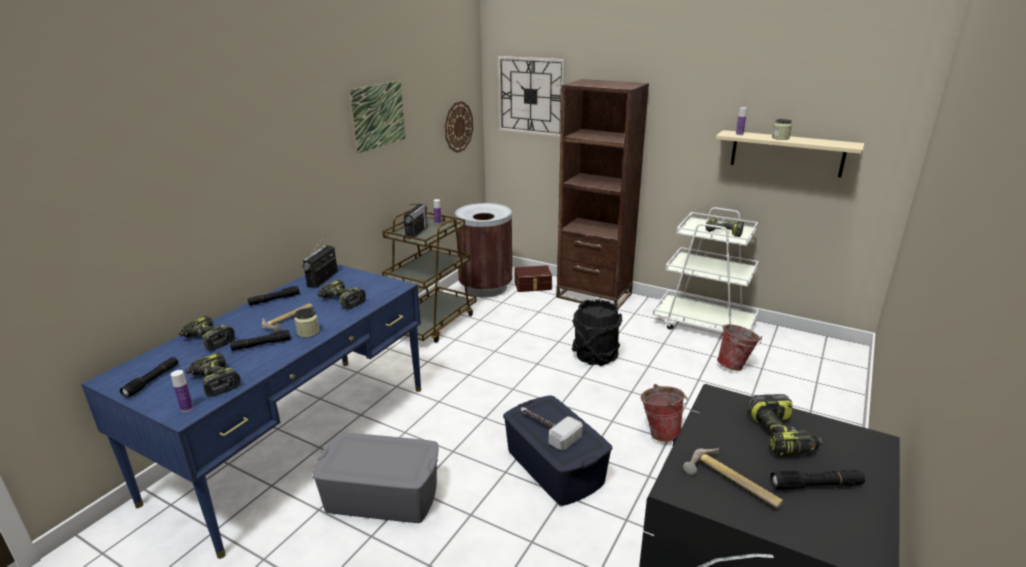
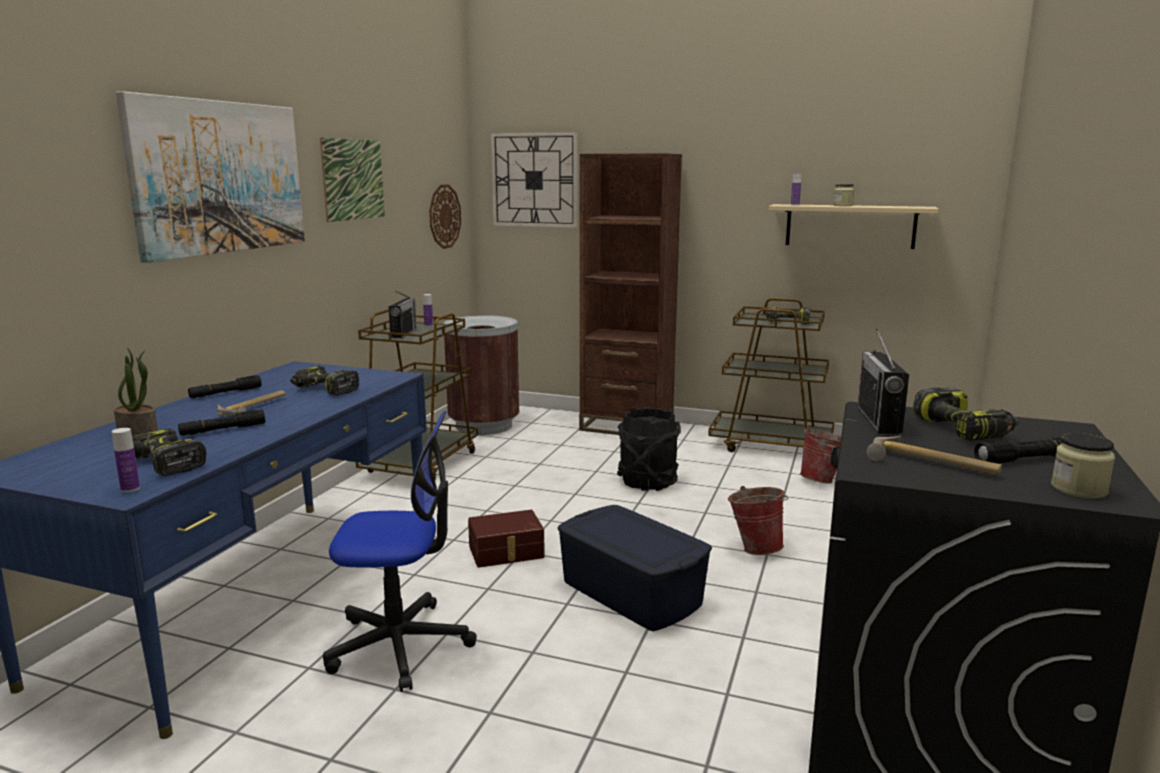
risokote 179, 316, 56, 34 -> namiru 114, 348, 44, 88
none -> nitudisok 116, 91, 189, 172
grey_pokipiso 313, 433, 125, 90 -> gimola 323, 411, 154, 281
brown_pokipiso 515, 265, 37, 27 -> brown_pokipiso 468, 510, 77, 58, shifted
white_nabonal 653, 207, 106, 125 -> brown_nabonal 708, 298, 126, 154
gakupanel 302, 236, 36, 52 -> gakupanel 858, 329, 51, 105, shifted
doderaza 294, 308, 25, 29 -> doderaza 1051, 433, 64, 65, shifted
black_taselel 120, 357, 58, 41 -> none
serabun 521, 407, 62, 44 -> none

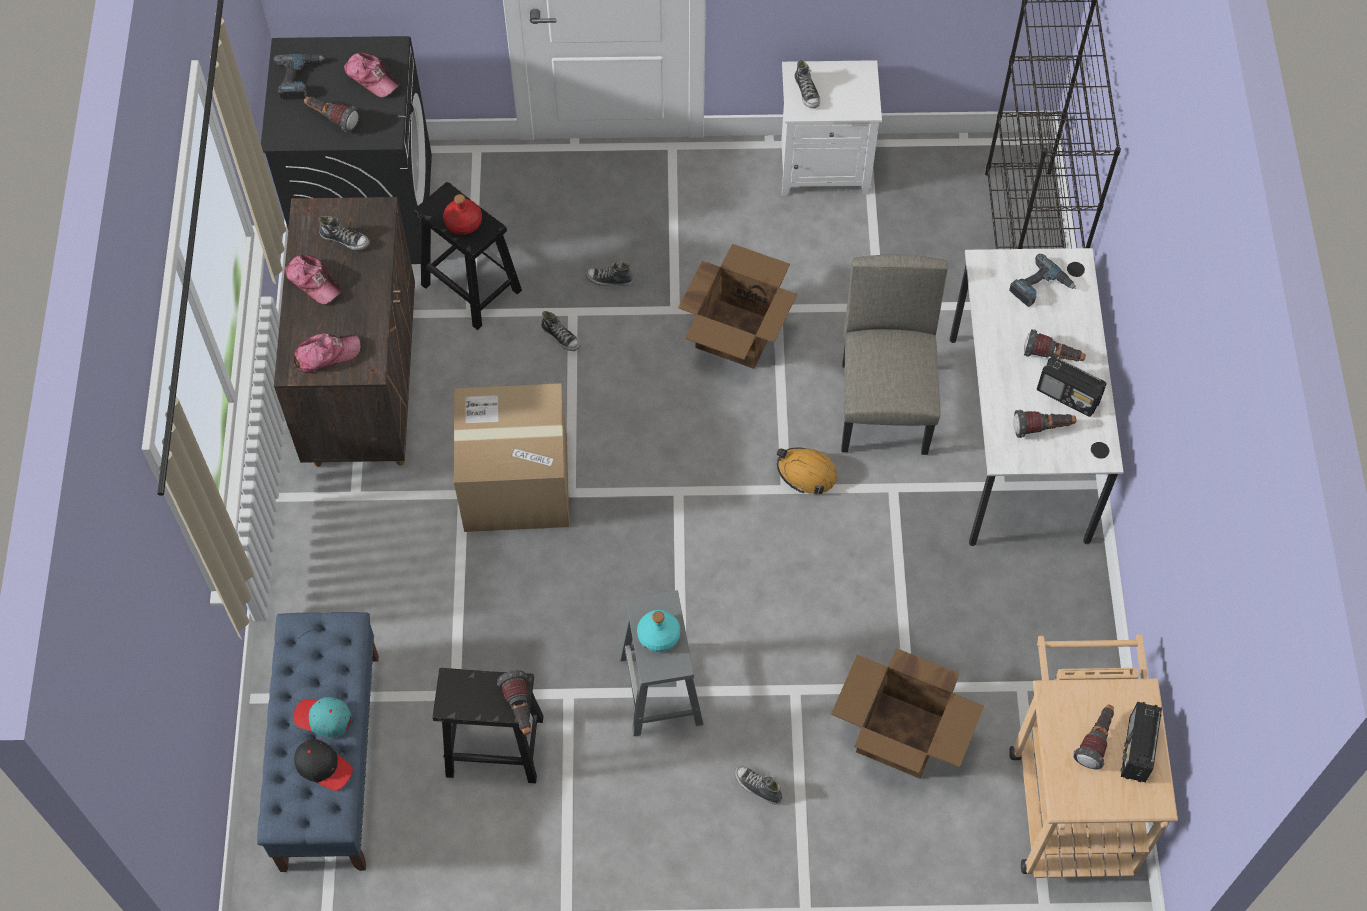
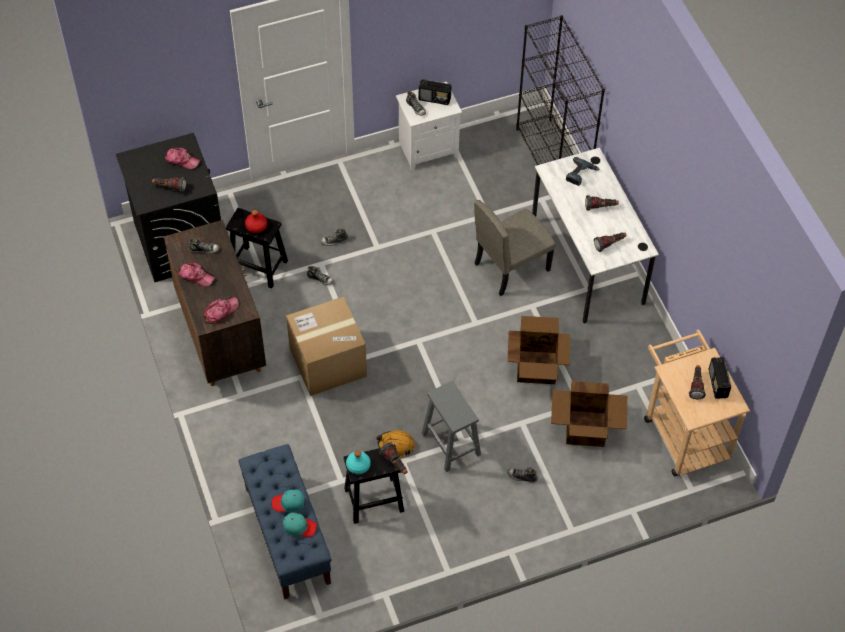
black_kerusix 294, 739, 59, 52 -> turquoise_kerusix 283, 513, 34, 24
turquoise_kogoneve 637, 610, 43, 42 -> turquoise_kogoneve 346, 450, 25, 25, shifted
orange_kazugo 777, 448, 60, 46 -> orange_kazugo 376, 430, 39, 26, shifted
gakupanel 1037, 356, 70, 61 -> gakupanel 419, 79, 32, 26, shifted
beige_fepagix 841, 254, 107, 201 -> beige_fepagix 474, 200, 82, 96, 105 degrees counterclockwise
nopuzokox 678, 244, 119, 125 -> nopuzokox 507, 316, 63, 68, shifted
risokote 274, 54, 51, 46 -> none

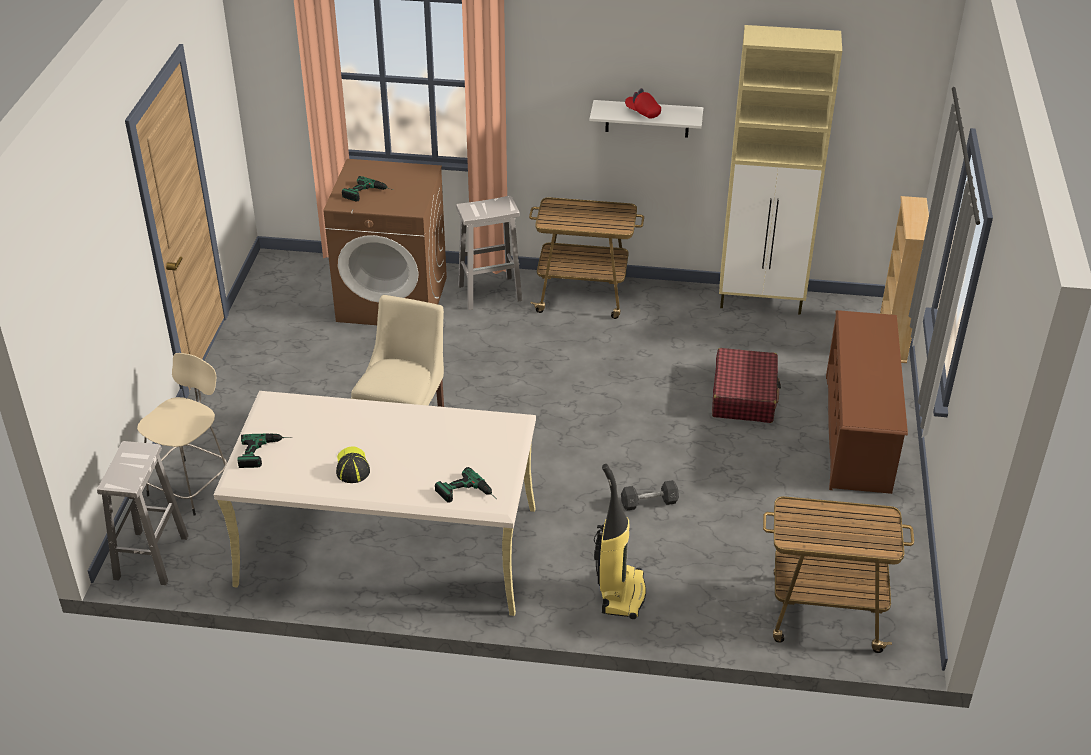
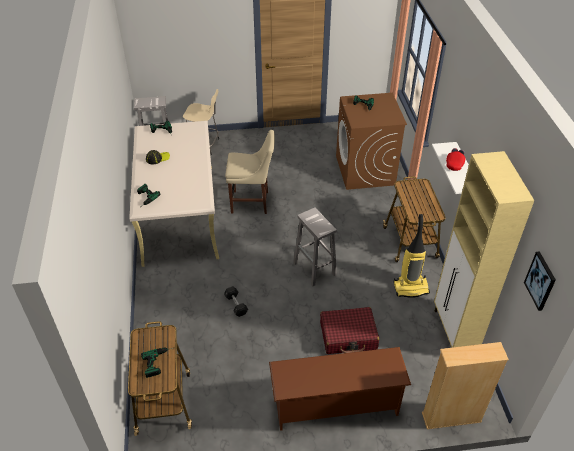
none -> risokote 141, 348, 31, 30
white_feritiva 456, 196, 66, 114 -> white_feritiva 293, 208, 44, 78, shifted
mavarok 594, 464, 52, 155 -> mavarok 394, 214, 36, 84, shifted
none -> nitudisok 524, 251, 32, 60

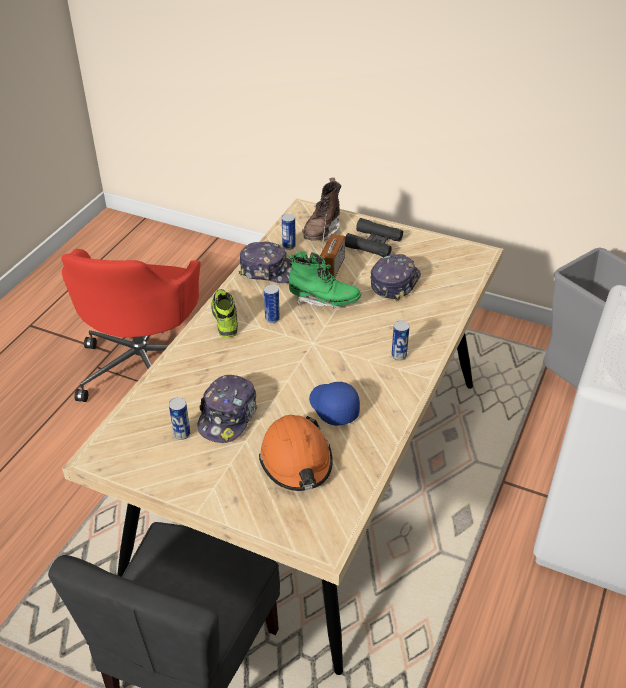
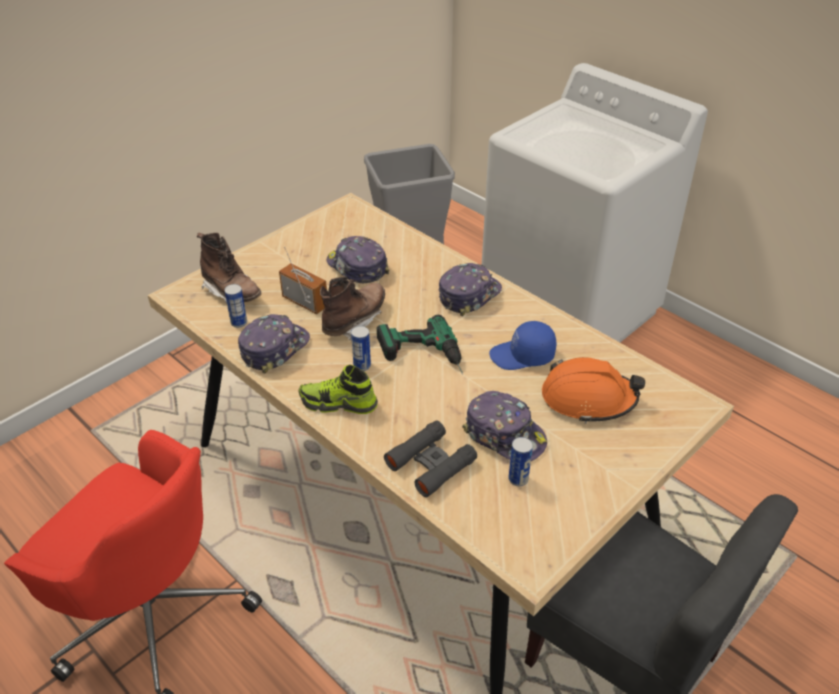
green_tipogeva 288, 251, 73, 58 -> brown_tipogeva 320, 277, 65, 63
none -> risokote 377, 315, 86, 59
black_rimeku 345, 218, 58, 39 -> black_rimeku 384, 420, 93, 77, shifted
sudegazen 391, 320, 19, 41 -> kerusix 439, 263, 63, 53

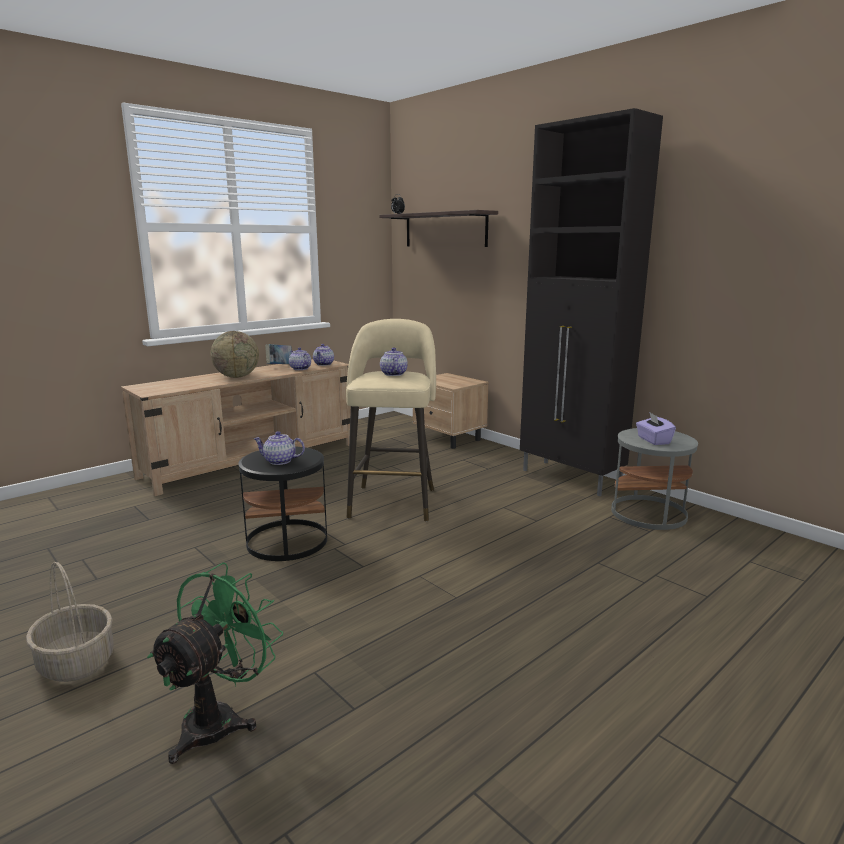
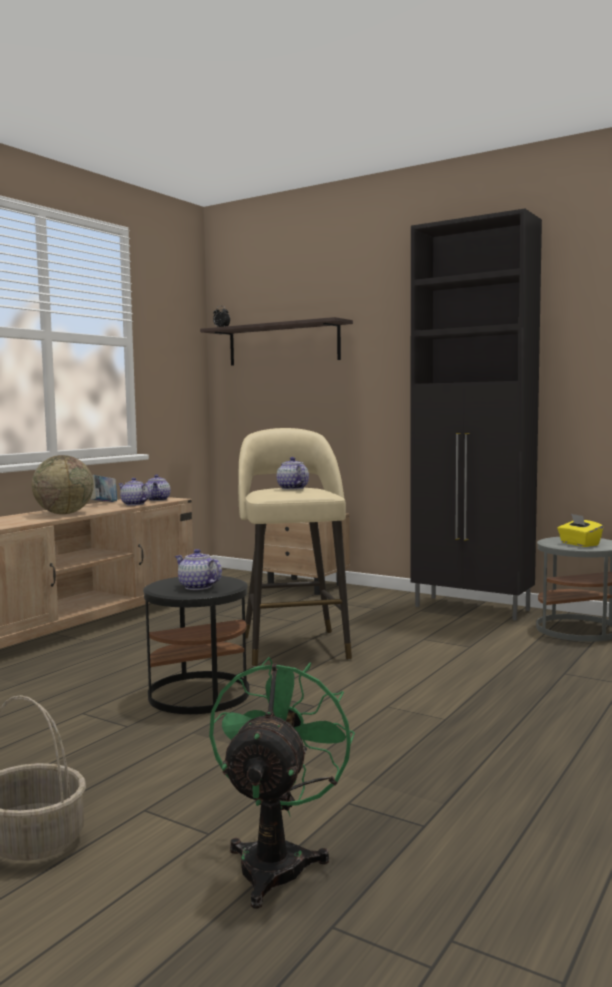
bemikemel 253, 431, 52, 34 -> bemikemel 175, 549, 47, 41, 45 degrees clockwise
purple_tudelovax 636, 412, 40, 33 -> yellow_tudelovax 557, 514, 47, 33

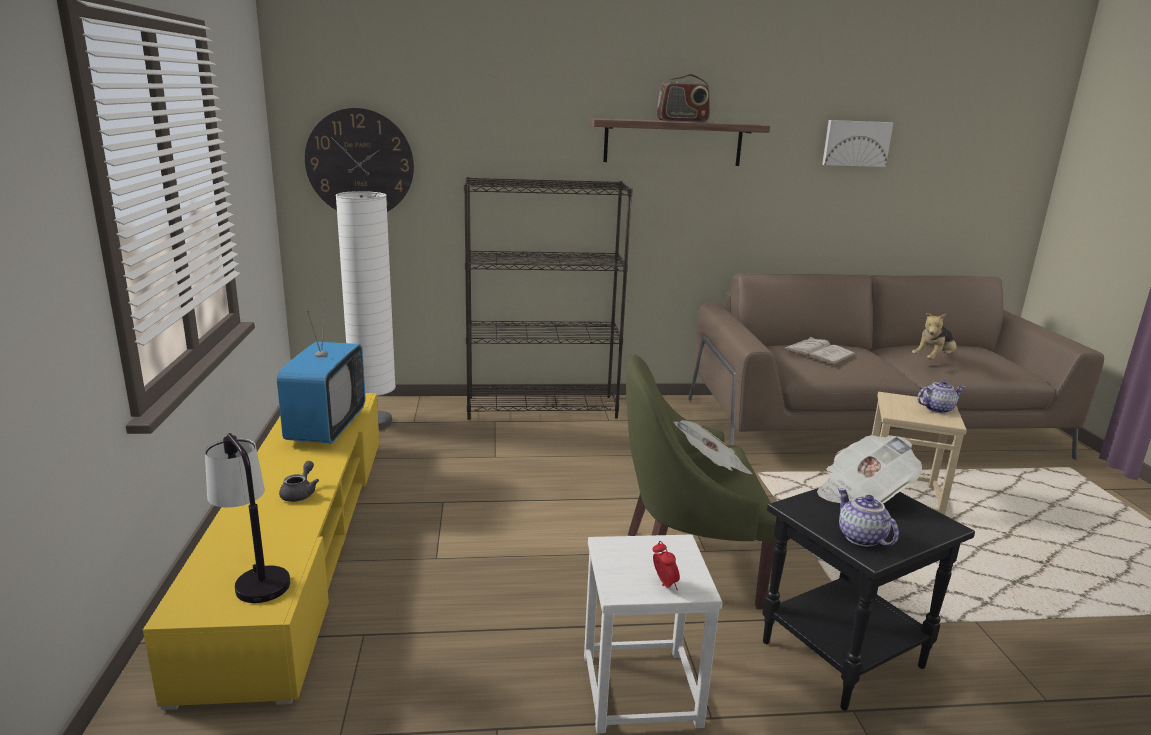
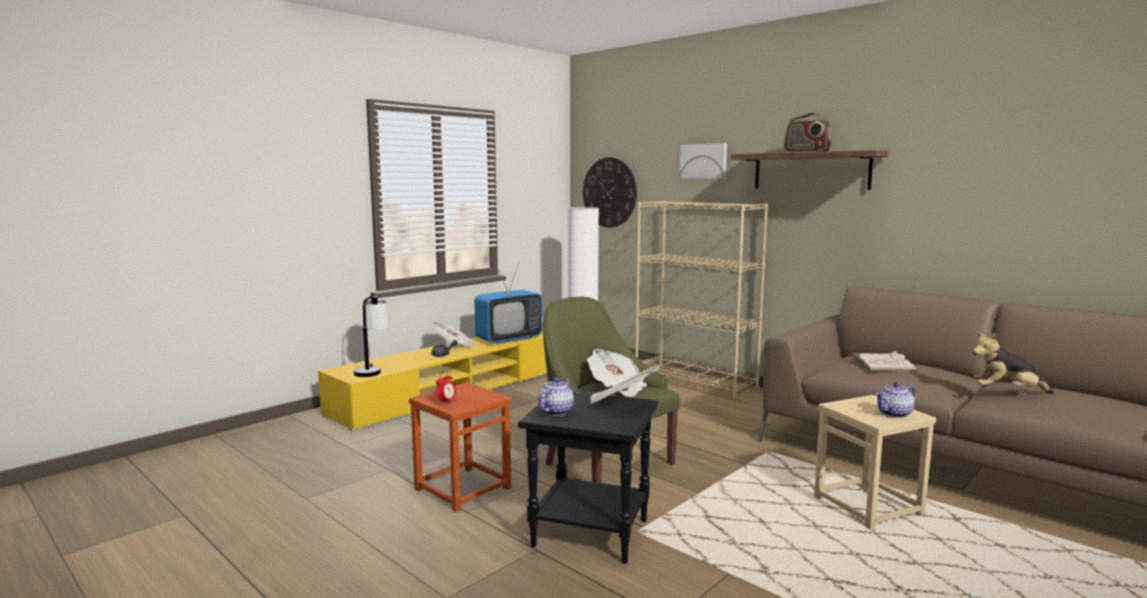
white_feritiva 584, 535, 139, 198 -> brown_feritiva 409, 383, 102, 129
none -> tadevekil 432, 322, 43, 26
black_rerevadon 464, 177, 169, 243 -> beige_rerevadon 635, 201, 133, 197
nitudisok 822, 120, 71, 47 -> nitudisok 680, 143, 47, 35, shifted
bemikemel 917, 380, 48, 34 -> bemikemel 876, 382, 40, 36, 120 degrees clockwise

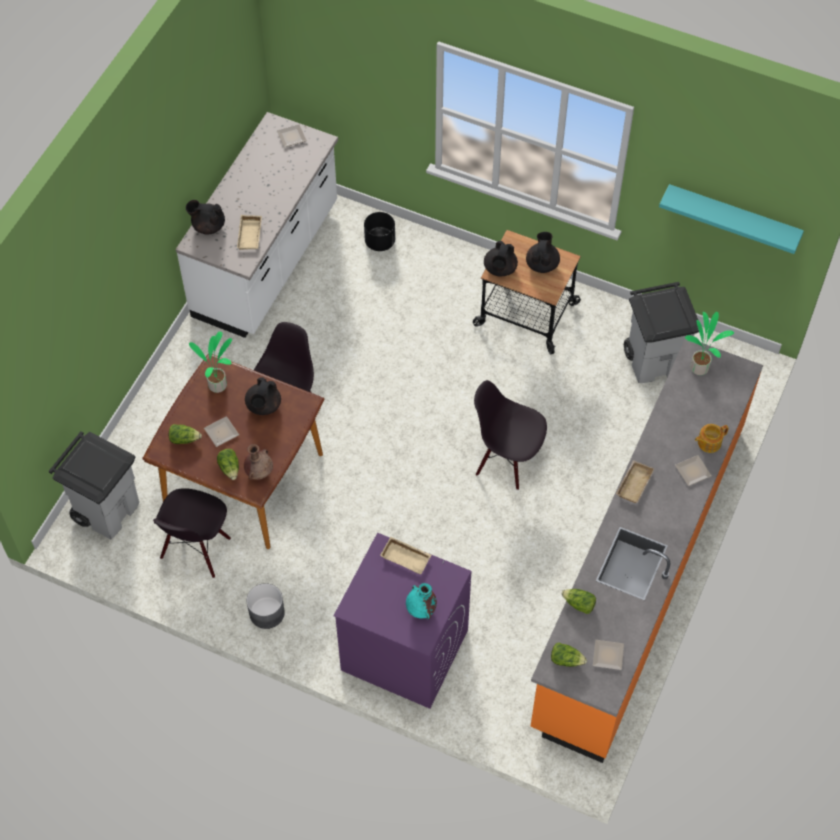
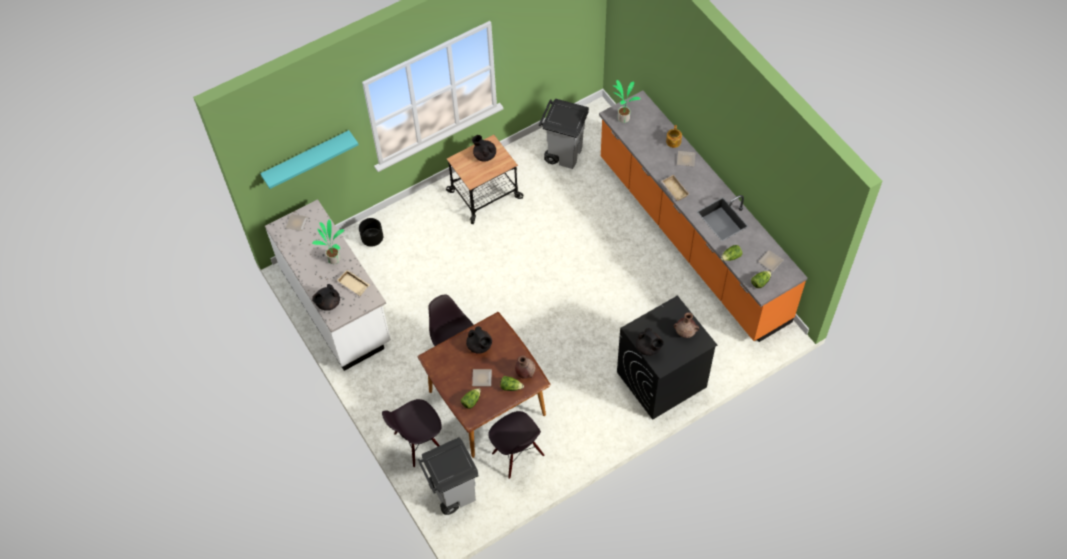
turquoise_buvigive 659, 184, 145, 70 -> turquoise_buvigive 260, 130, 98, 59, shifted
namiru 189, 331, 43, 62 -> namiru 312, 219, 32, 45, shifted
black_fepagix 474, 380, 73, 110 -> black_fepagix 382, 399, 60, 68, shifted
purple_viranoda 334, 533, 137, 176 -> black_viranoda 617, 296, 100, 124
black_bemikemel 484, 241, 34, 36 -> black_bemikemel 636, 328, 28, 28, shifted
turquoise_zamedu 406, 583, 31, 36 -> brown_zamedu 674, 312, 25, 26
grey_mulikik 247, 583, 38, 46 -> none
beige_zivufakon 380, 537, 52, 37 -> none

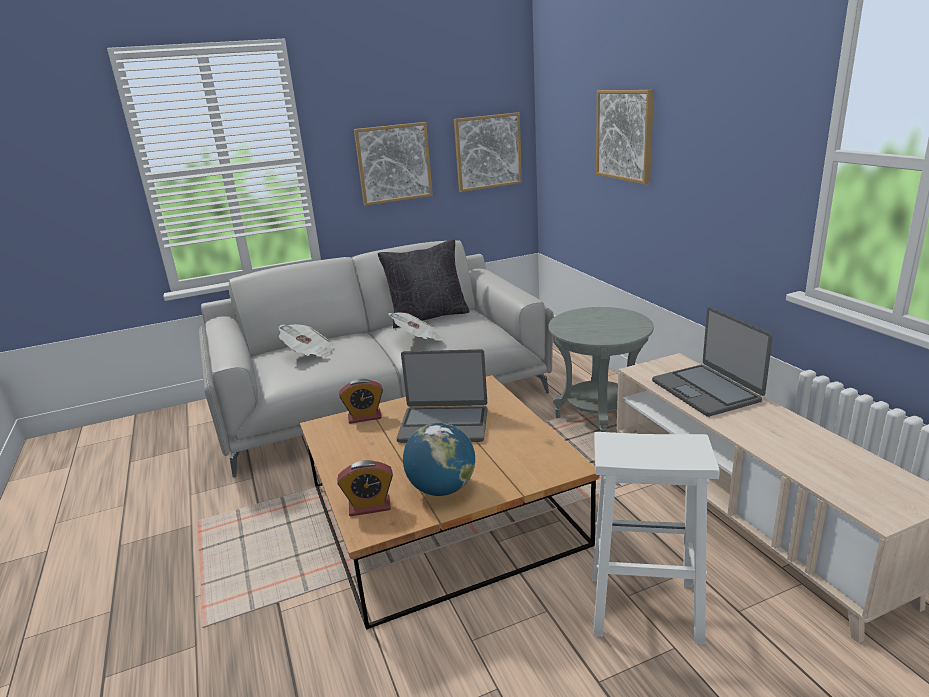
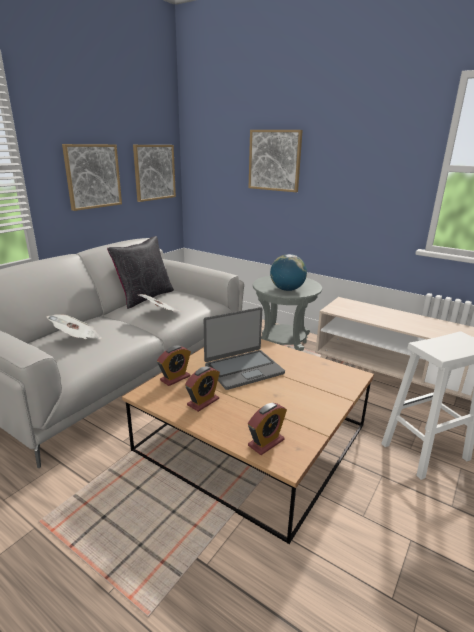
none -> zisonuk 185, 366, 35, 46
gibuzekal 403, 422, 72, 74 -> gibuzekal 270, 254, 37, 37, shifted
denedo 652, 307, 121, 110 -> none

